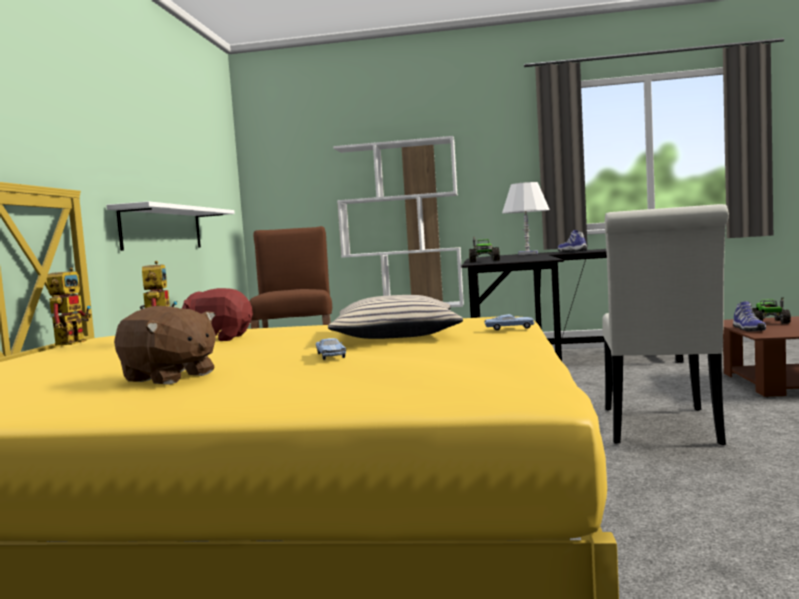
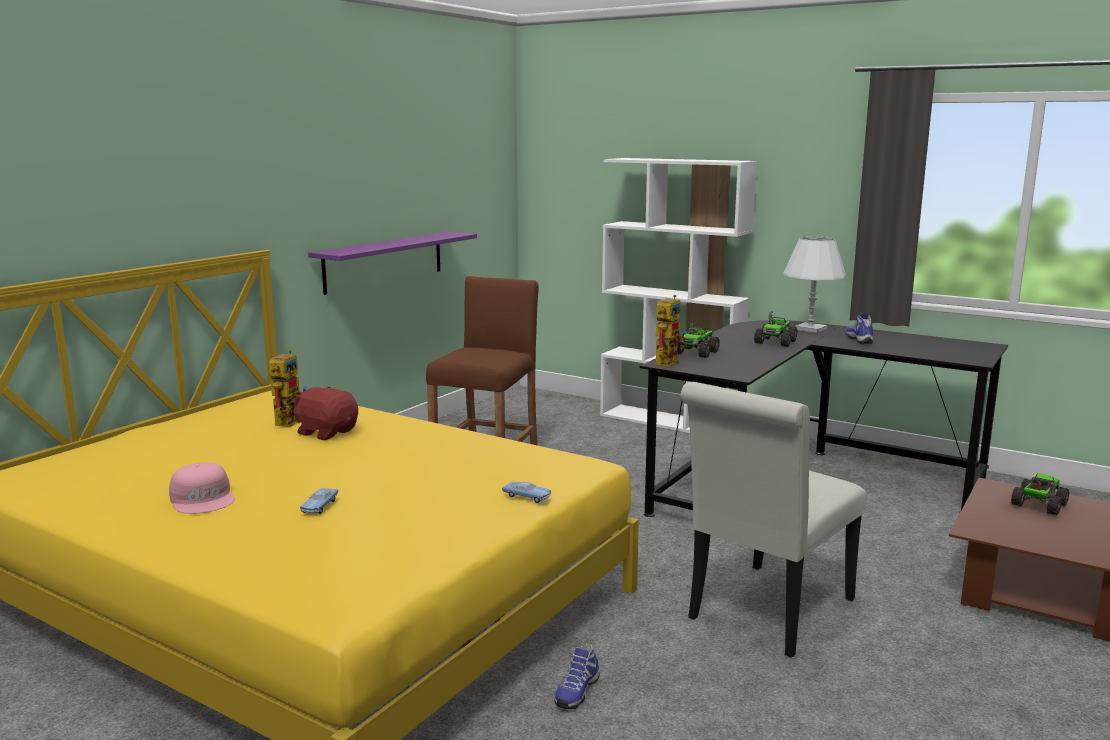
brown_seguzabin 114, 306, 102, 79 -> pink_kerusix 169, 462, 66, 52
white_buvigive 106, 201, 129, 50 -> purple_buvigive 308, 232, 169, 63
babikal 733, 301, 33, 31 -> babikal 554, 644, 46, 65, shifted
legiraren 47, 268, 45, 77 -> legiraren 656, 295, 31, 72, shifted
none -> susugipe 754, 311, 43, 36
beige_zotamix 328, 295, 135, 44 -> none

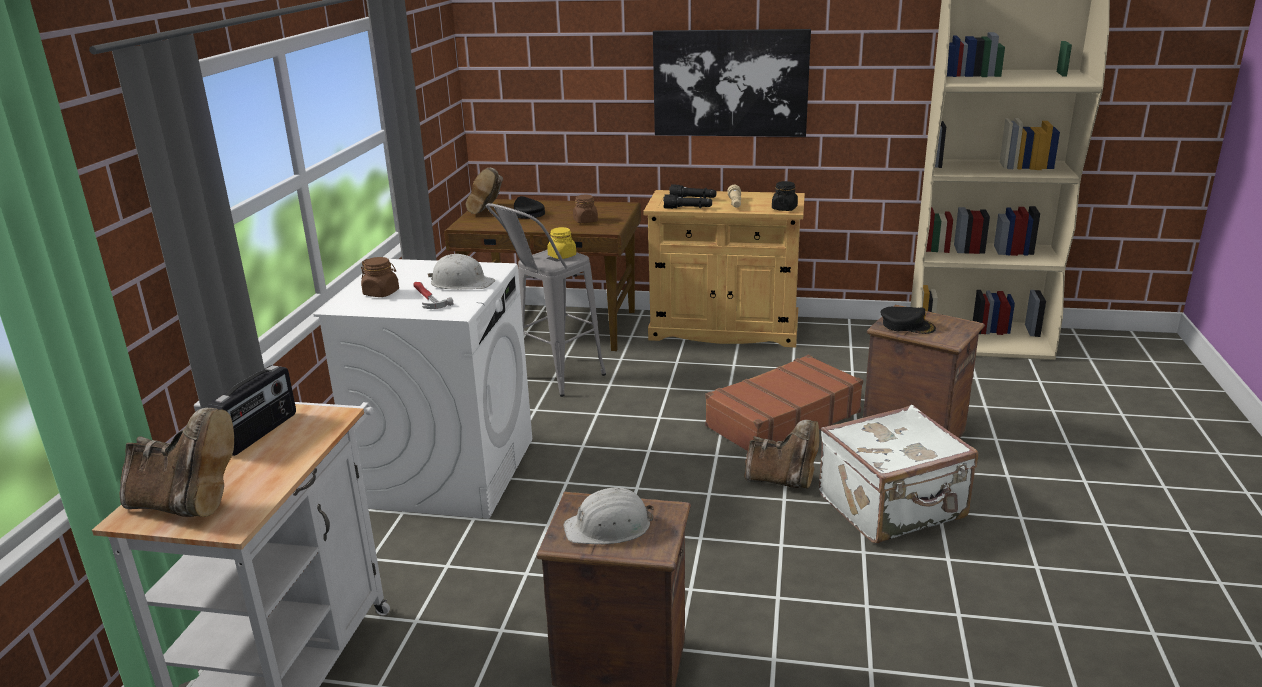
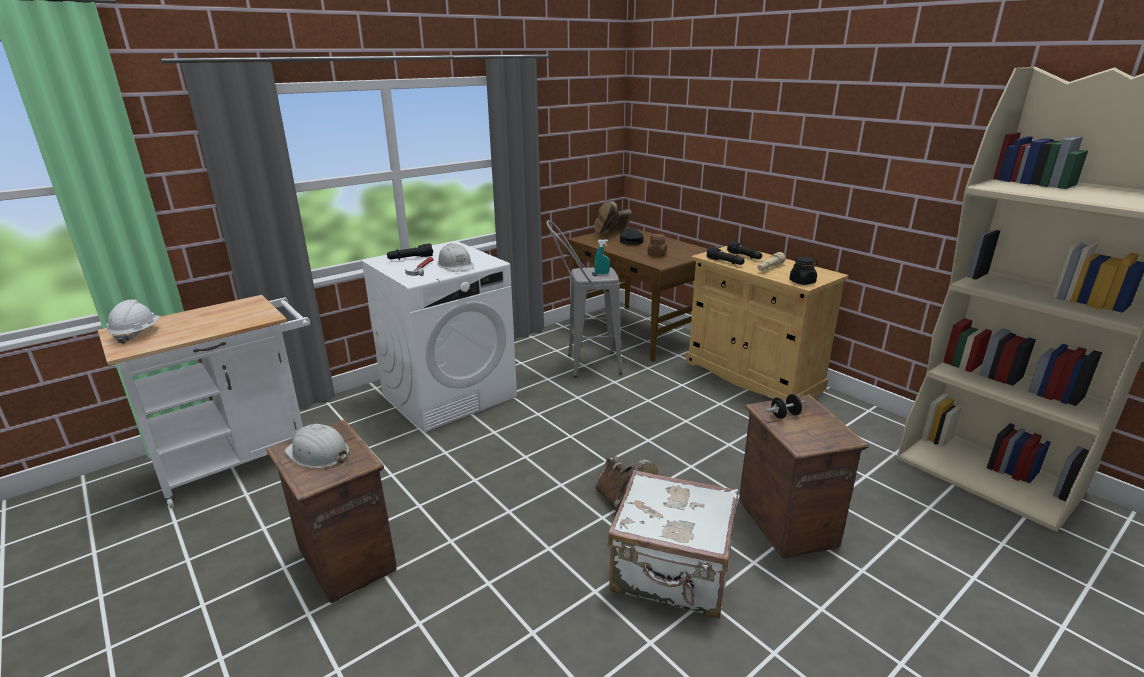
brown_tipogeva 120, 408, 114, 109 -> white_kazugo 107, 299, 53, 45
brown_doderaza 361, 257, 38, 40 -> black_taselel 387, 243, 46, 17
yellow_doderaza 547, 227, 29, 32 -> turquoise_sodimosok 594, 240, 16, 34
black_kerusix 881, 307, 55, 27 -> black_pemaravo 766, 394, 40, 25
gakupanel 207, 365, 89, 91 -> none
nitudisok 653, 29, 158, 108 -> none
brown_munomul 705, 355, 158, 96 -> none

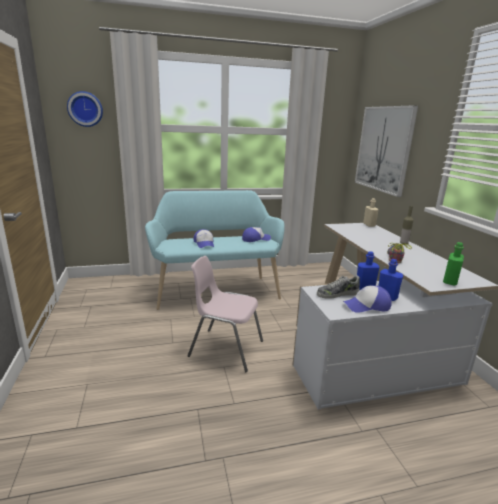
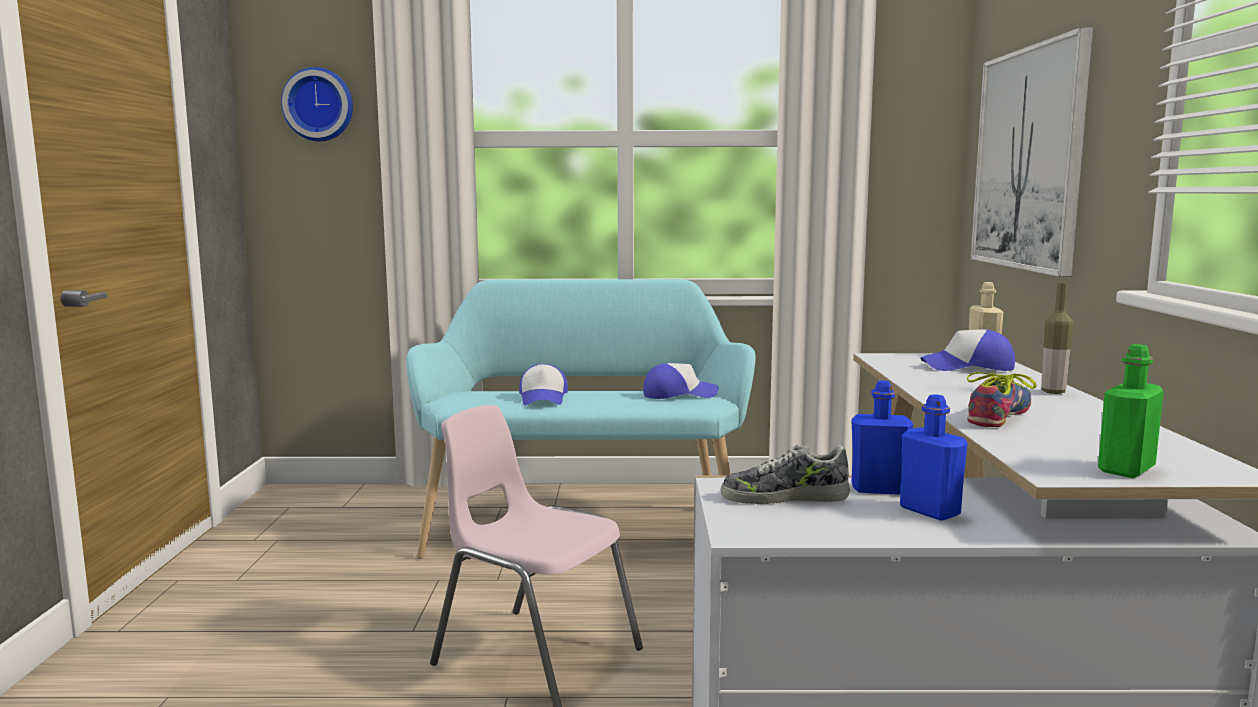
kerusix 343, 285, 49, 28 -> kerusix 921, 329, 94, 42, shifted

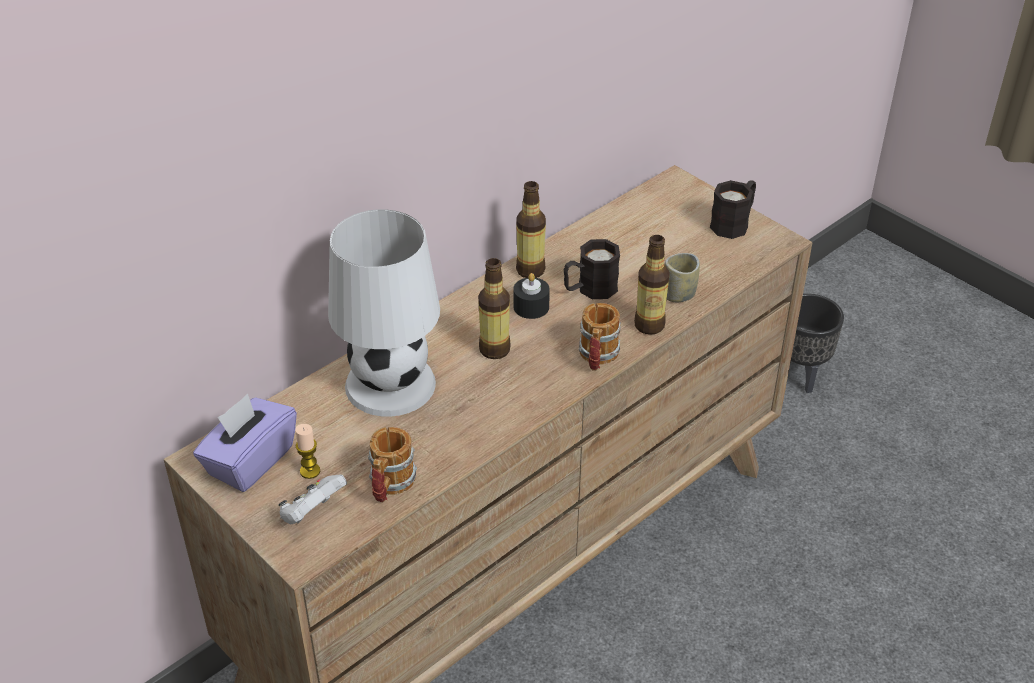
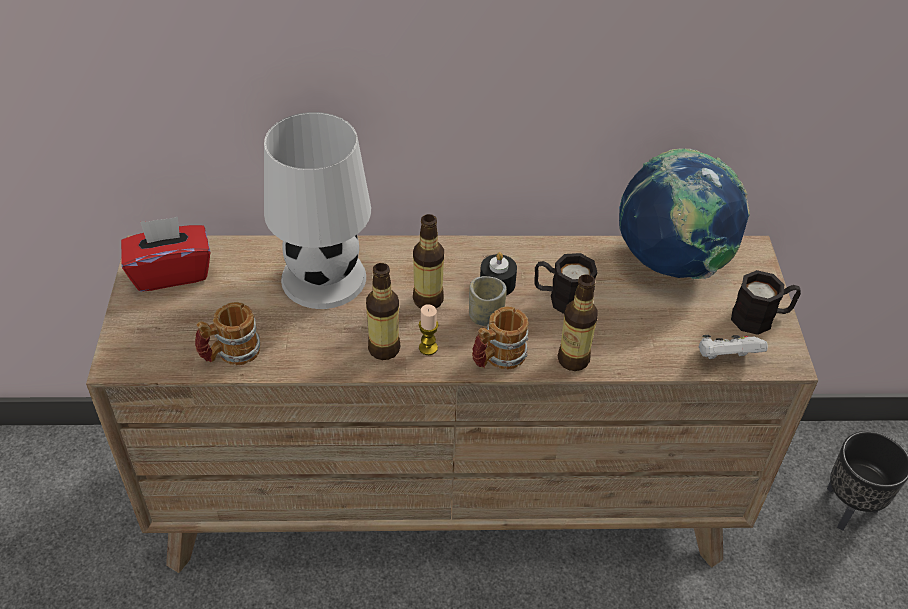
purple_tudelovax 193, 394, 104, 98 -> red_tudelovax 121, 217, 89, 75
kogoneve 516, 181, 30, 97 -> kogoneve 366, 263, 34, 97, shifted
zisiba 295, 424, 25, 55 -> zisiba 419, 304, 20, 51, shifted
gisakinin 665, 253, 35, 49 -> gisakinin 469, 276, 38, 50, shifted
none -> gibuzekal 619, 148, 131, 131
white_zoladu 279, 474, 68, 50 -> white_zoladu 698, 335, 70, 24, shifted

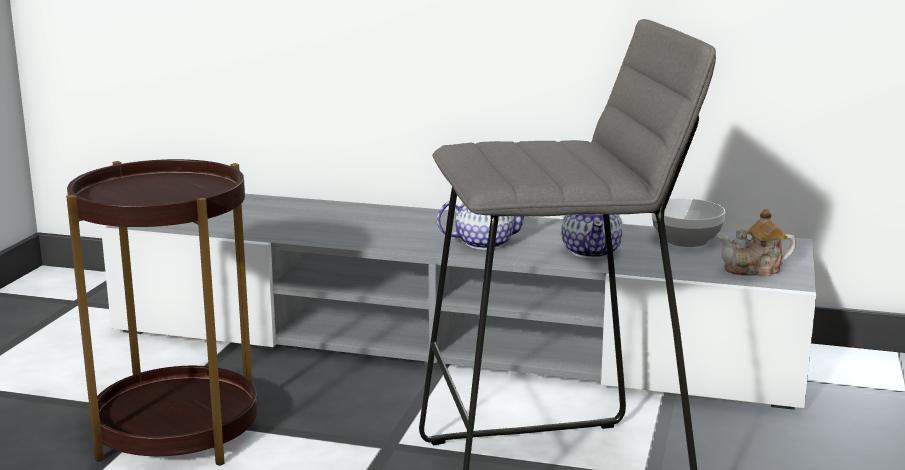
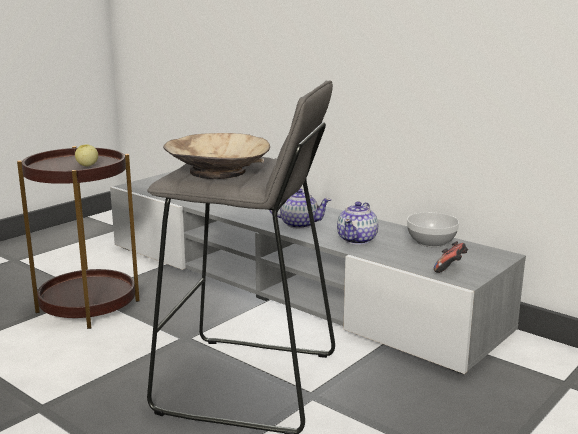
none -> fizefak 75, 144, 23, 22
none -> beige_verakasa 163, 133, 107, 46
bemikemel 718, 209, 78, 68 -> zoladu 434, 241, 34, 32

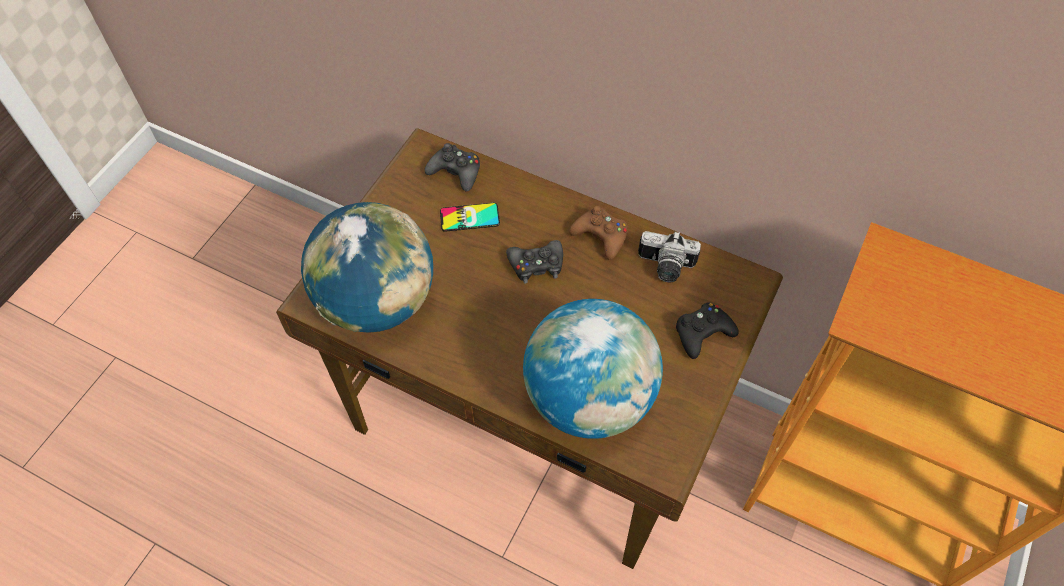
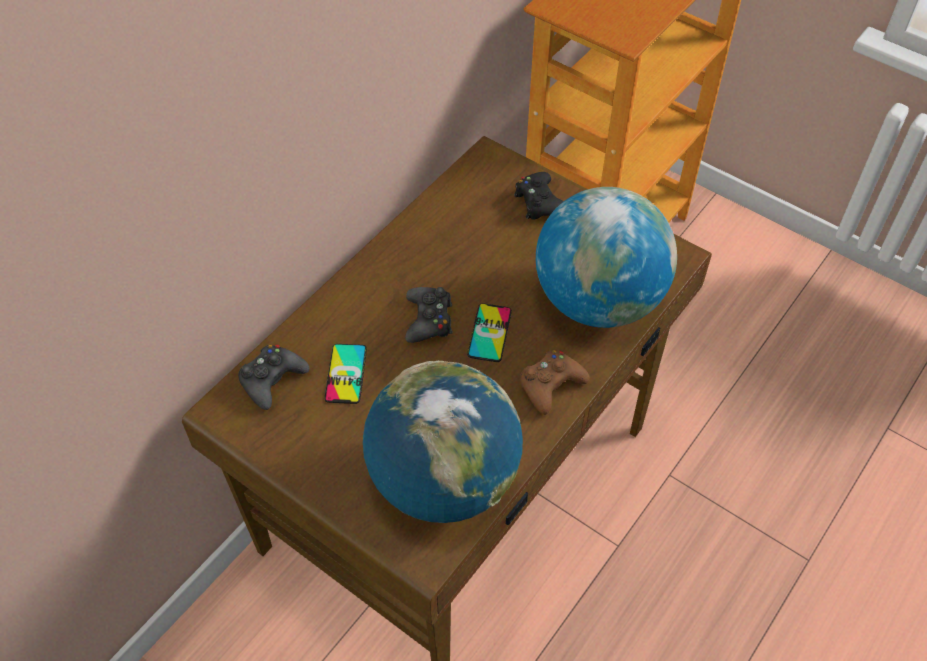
none -> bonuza 467, 303, 45, 59
brown_zoladu 569, 206, 59, 54 -> brown_zoladu 520, 350, 70, 65, shifted
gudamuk 638, 231, 63, 51 -> none

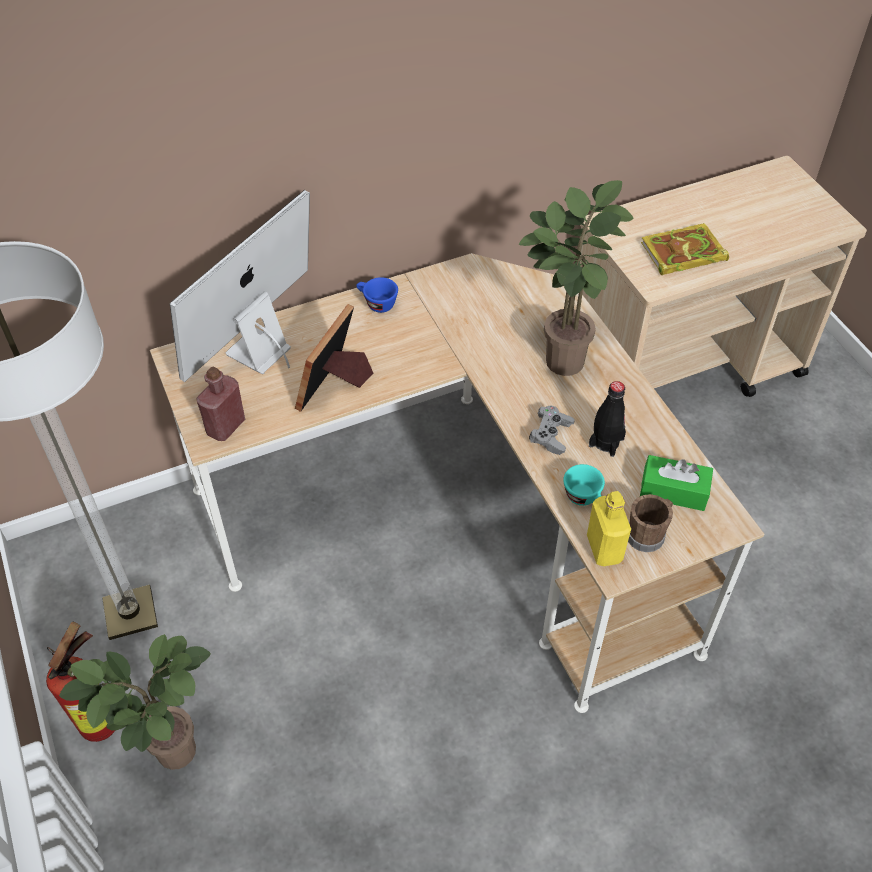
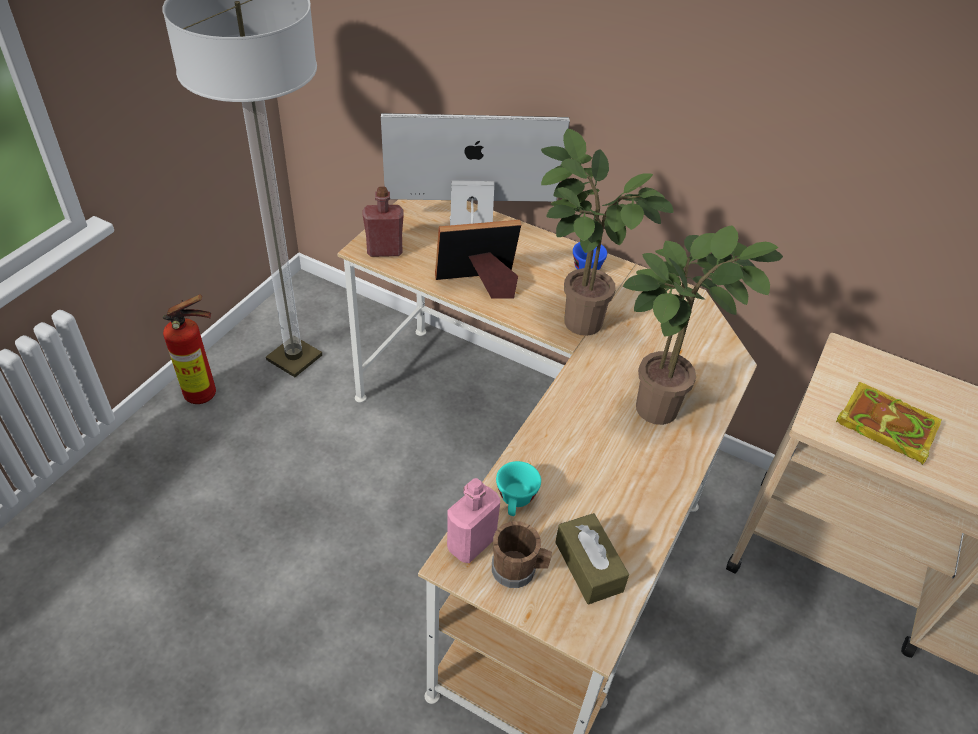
yellow_kogoneve 587, 491, 44, 75 -> pink_kogoneve 447, 478, 53, 85
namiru 59, 634, 152, 136 -> namiru 541, 129, 133, 207, shifted
green_tudelovax 640, 455, 73, 56 -> brown_tudelovax 555, 513, 74, 92
grey_zoladu 529, 406, 46, 49 -> none
black_kogoneve 589, 381, 37, 76 -> none

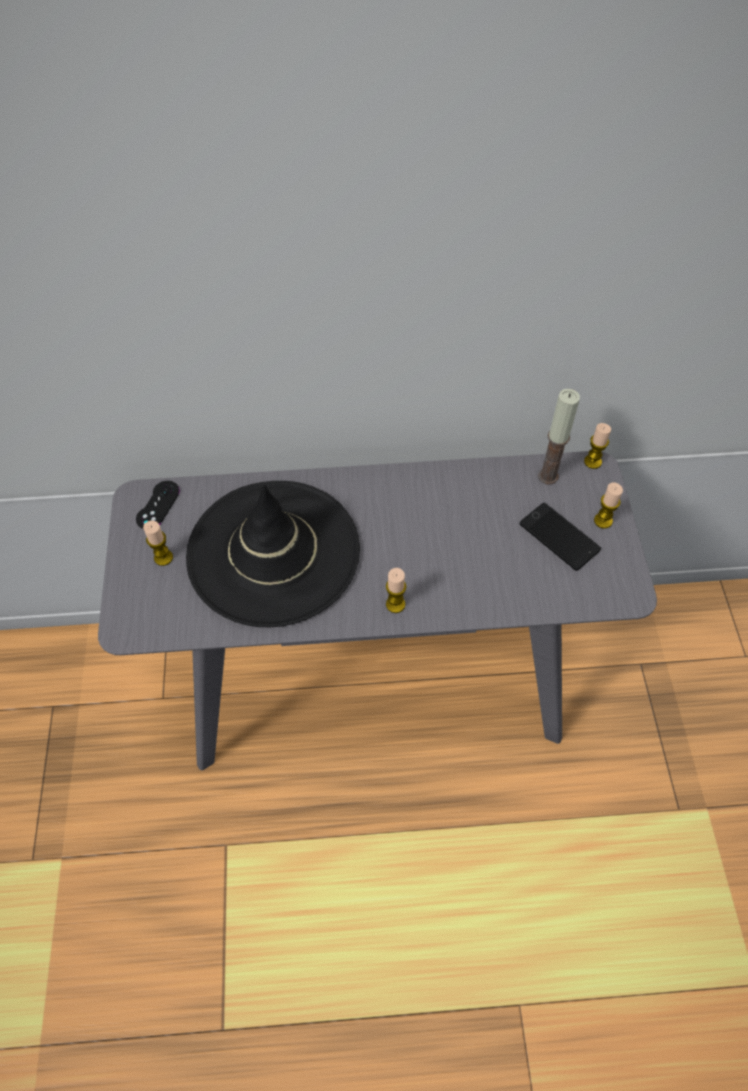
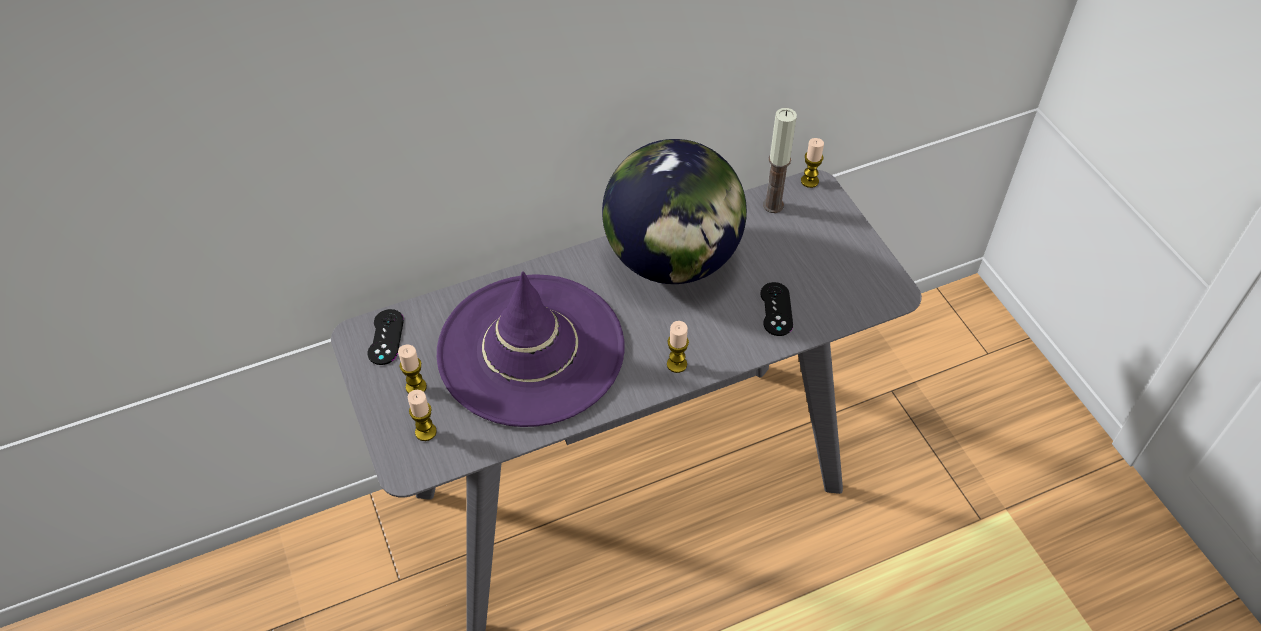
zisiba 594, 482, 29, 47 -> zisiba 408, 390, 29, 51, shifted
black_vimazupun 186, 481, 174, 146 -> purple_vimazupun 437, 271, 187, 156
none -> gibuzekal 602, 139, 145, 145
none -> black_zoladu 760, 282, 33, 54
bonuza 519, 503, 82, 68 -> none

